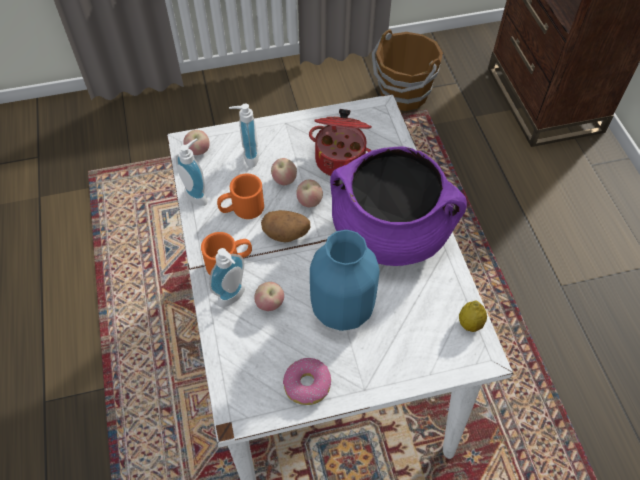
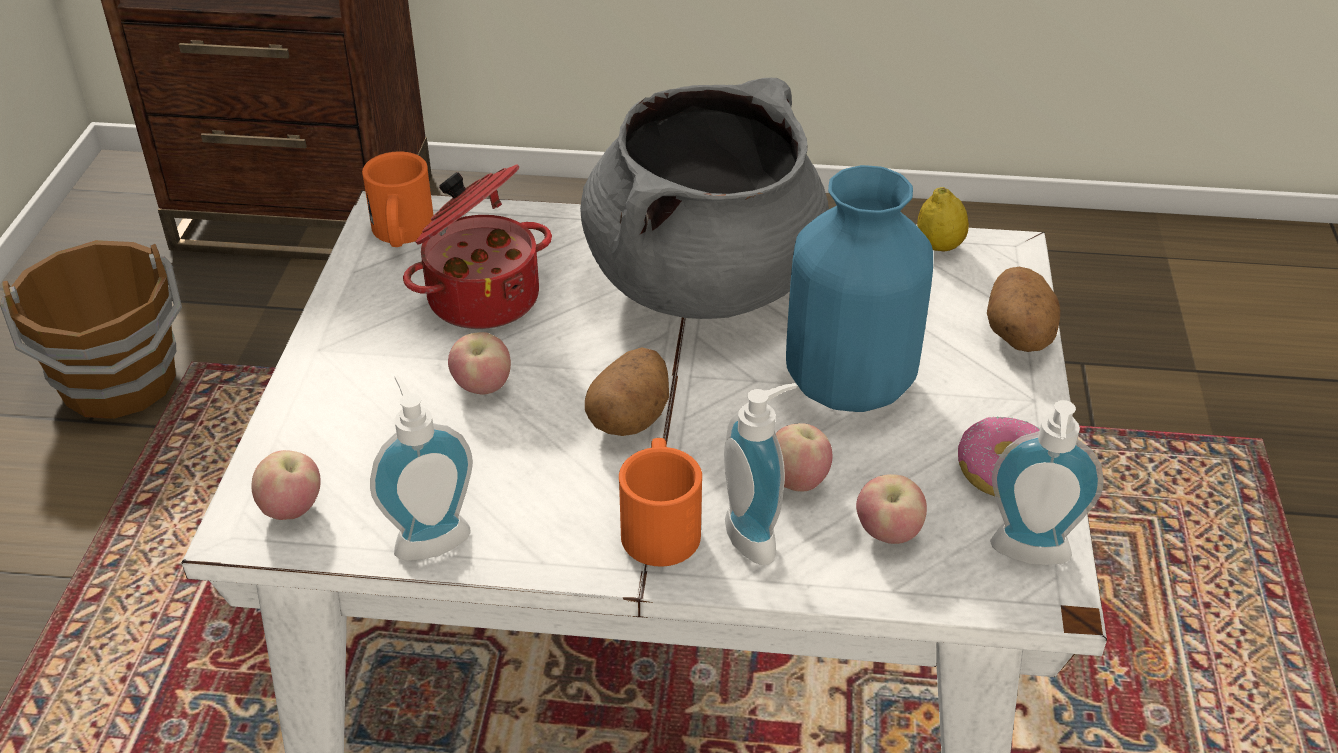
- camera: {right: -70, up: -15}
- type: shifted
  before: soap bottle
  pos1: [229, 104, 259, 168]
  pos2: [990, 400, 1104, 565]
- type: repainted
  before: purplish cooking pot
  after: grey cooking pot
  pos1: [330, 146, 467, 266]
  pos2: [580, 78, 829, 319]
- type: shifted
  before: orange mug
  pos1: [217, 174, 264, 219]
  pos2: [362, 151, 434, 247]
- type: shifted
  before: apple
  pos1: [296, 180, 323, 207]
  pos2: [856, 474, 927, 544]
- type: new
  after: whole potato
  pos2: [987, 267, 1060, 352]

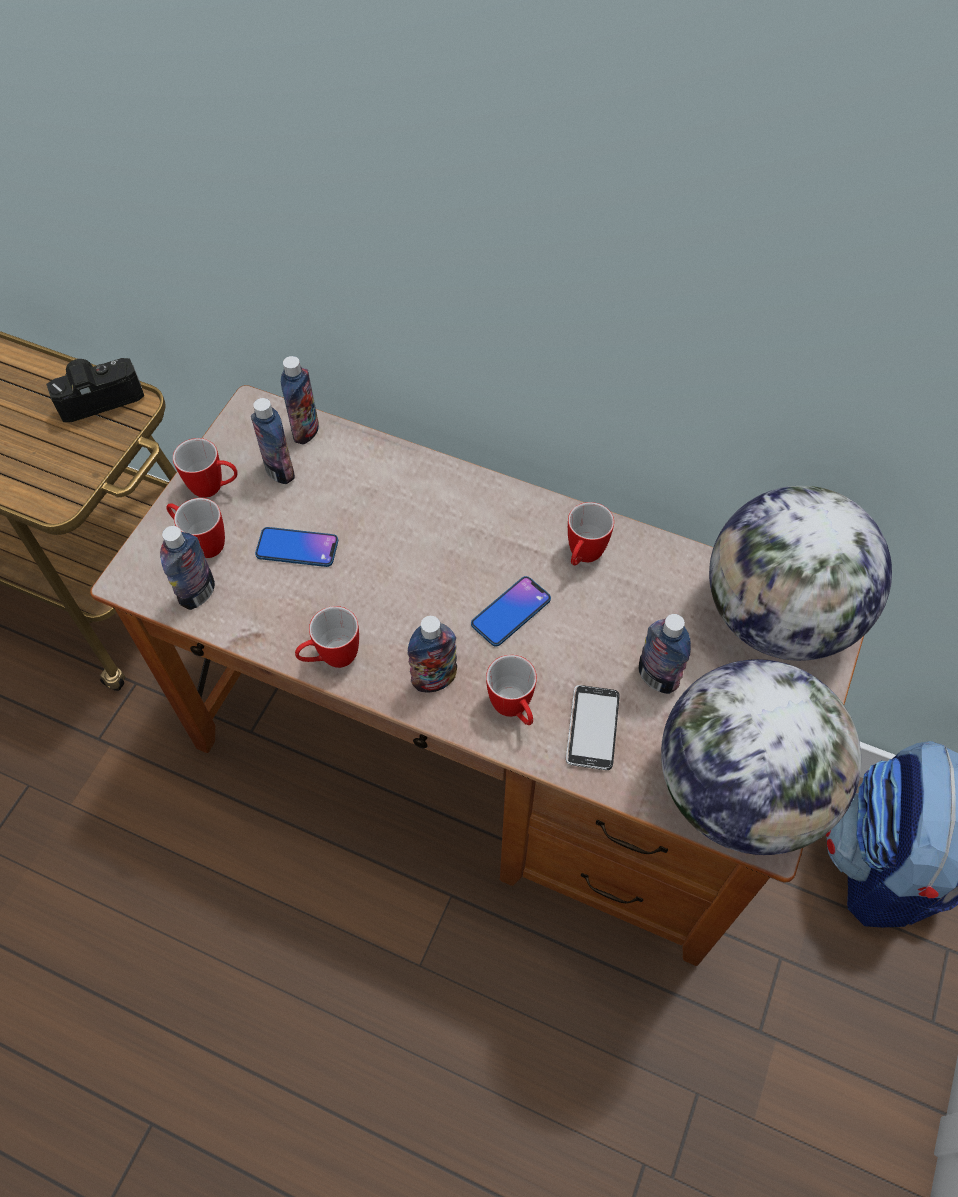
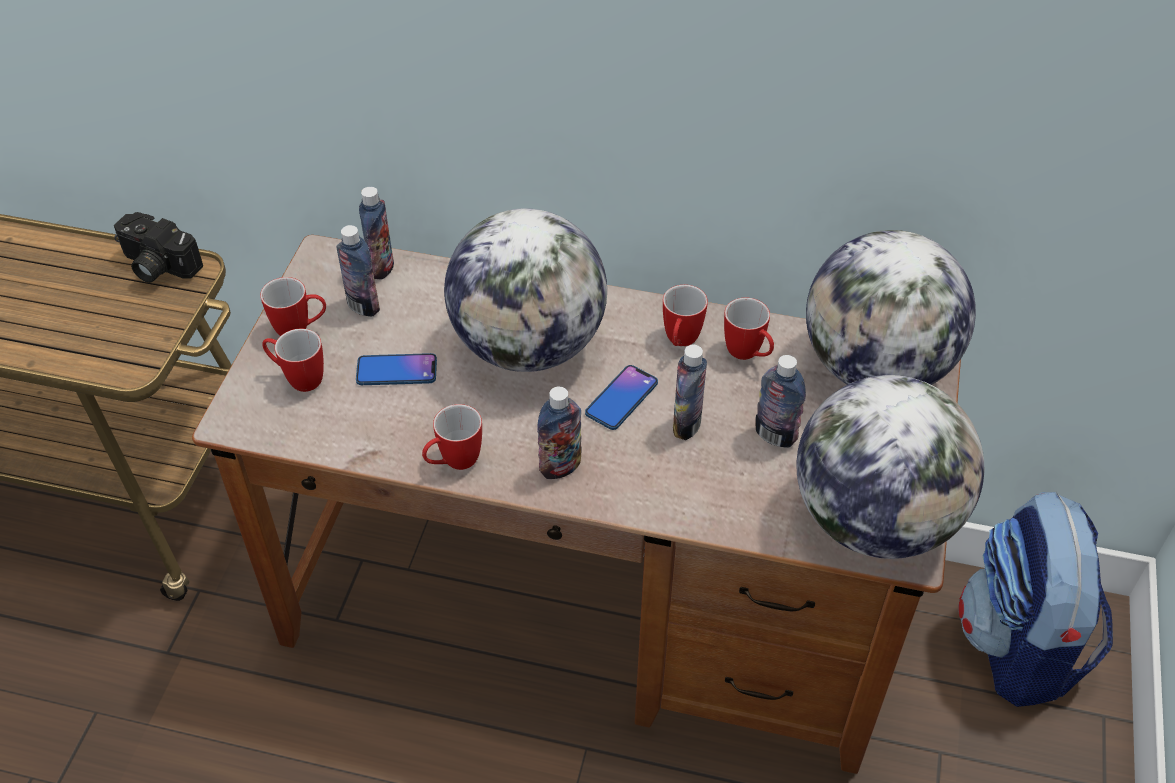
- camera: {right: -10, up: -10}
- type: rotated
  before: photo camera
  pos1: [46, 358, 144, 422]
  pos2: [114, 212, 203, 283]
  turn: -120
- type: shifted
  before: drink bottle
  pos1: [160, 526, 215, 610]
  pos2: [673, 345, 707, 440]
- type: shifted
  before: mug
  pos1: [486, 655, 537, 725]
  pos2: [724, 297, 774, 360]
- type: gone
  before: phone
  pos1: [566, 685, 620, 770]
- type: new
  after: world globe
  pos2: [444, 208, 607, 372]

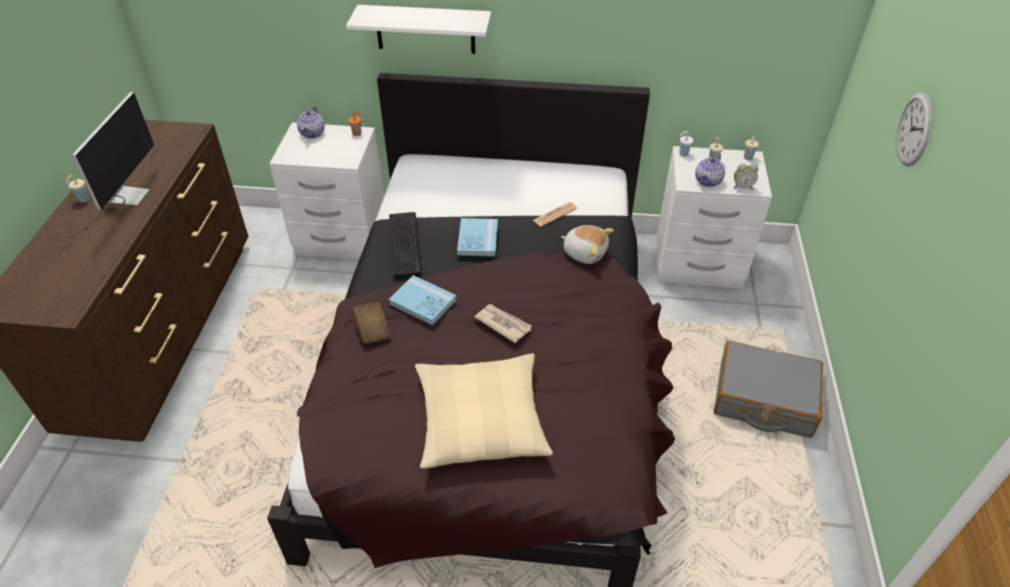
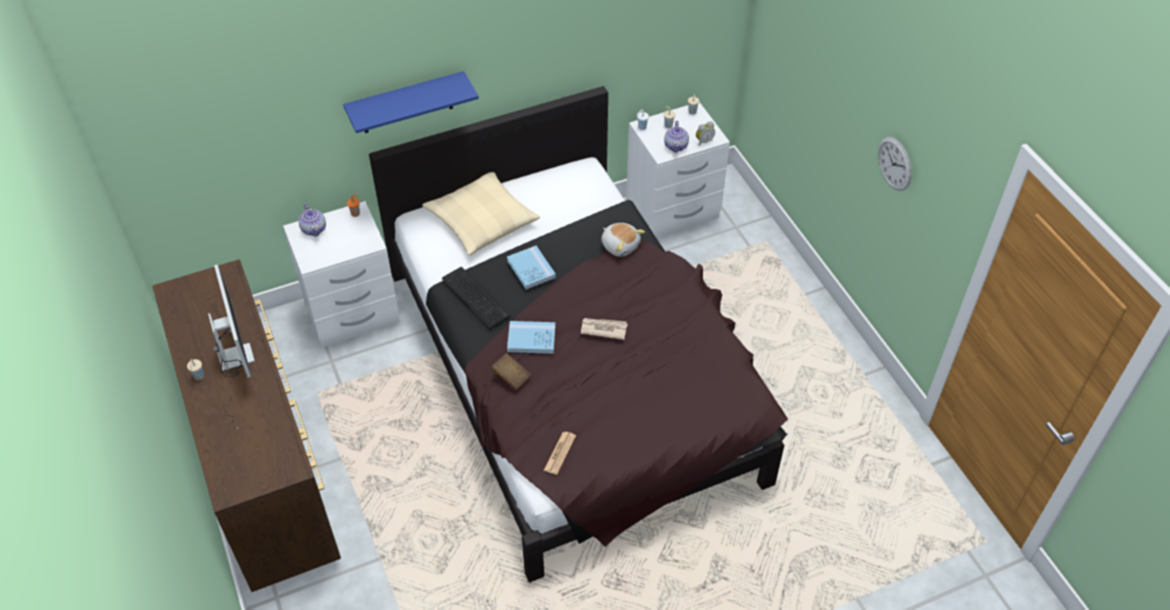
- camera: {right: -30, up: 5}
- type: repainted
  before: whitish wall shelf
  after: blue wall shelf
  pos1: [346, 5, 491, 54]
  pos2: [343, 71, 479, 133]
- type: shifted
  before: hanging clock
  pos1: [897, 92, 932, 166]
  pos2: [878, 137, 912, 191]
- type: shifted
  before: newspaper
  pos1: [532, 202, 577, 227]
  pos2: [544, 432, 576, 475]
- type: rotated
  before: soft toy
  pos1: [561, 225, 614, 264]
  pos2: [601, 223, 645, 257]
  turn: 45
- type: gone
  before: grey suitcase
  pos1: [714, 341, 823, 438]
- type: shifted
  before: beige pillow
  pos1: [415, 353, 553, 469]
  pos2: [422, 172, 540, 255]

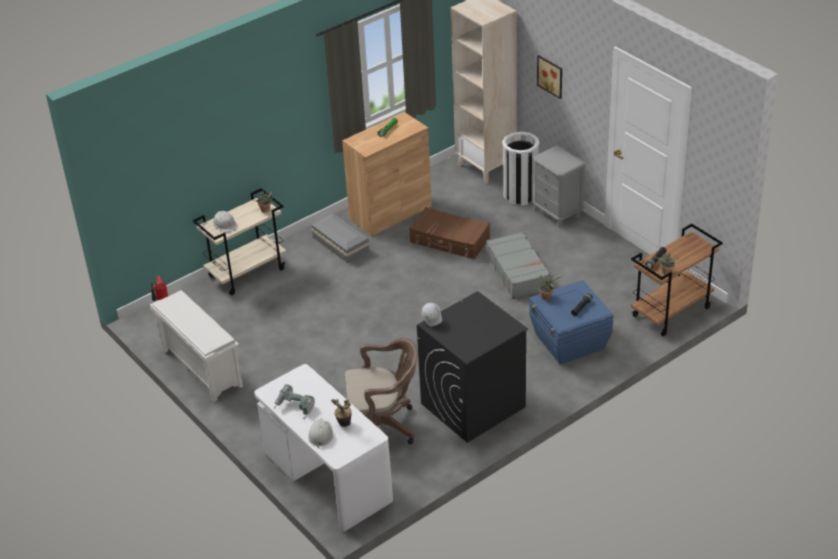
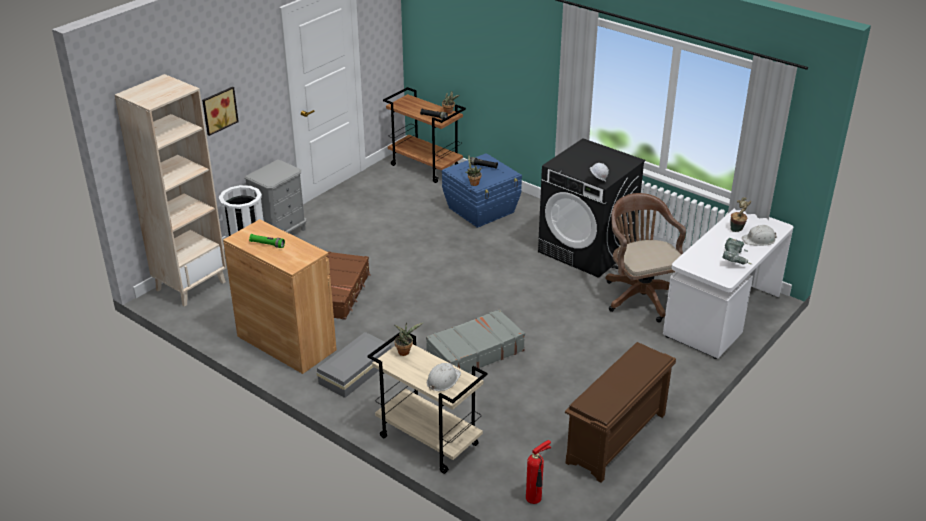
- camera: {right: -105, up: -5}
- type: shifted
  before: grey suitcase
  pos1: [486, 232, 550, 298]
  pos2: [426, 309, 525, 373]
- type: repainted
  before: whitish shoe rack
  after: brown-coloured shoe rack
  pos1: [150, 290, 243, 402]
  pos2: [565, 342, 676, 483]

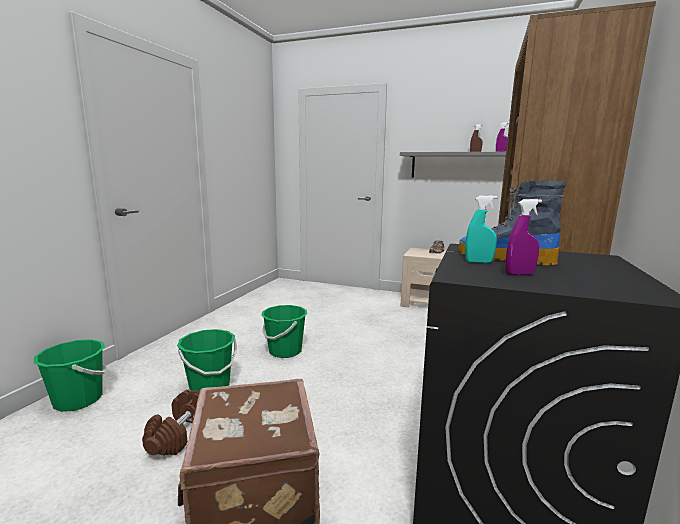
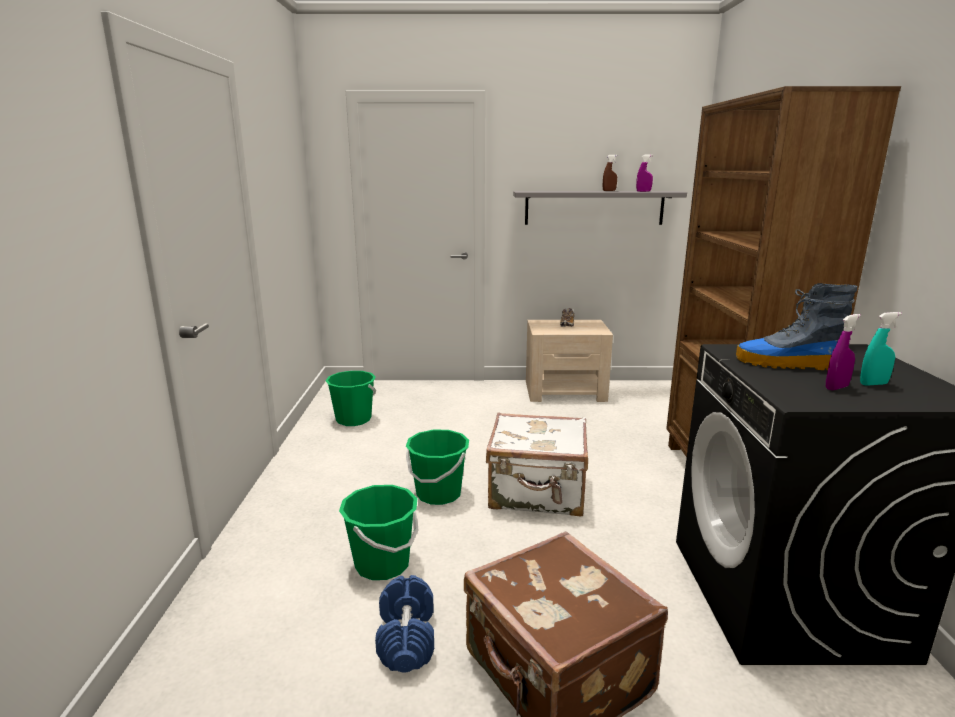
- camera: {right: -20, up: 5}
- type: shifted
  before: blue-green hand sprayer
  pos1: [465, 196, 498, 263]
  pos2: [860, 312, 902, 386]
- type: shifted
  before: green bucket
  pos1: [34, 339, 107, 412]
  pos2: [325, 371, 377, 426]
- type: repainted
  before: brown-coloured hand weight
  after: blue hand weight
  pos1: [142, 390, 200, 456]
  pos2: [375, 575, 434, 673]
- type: new
  after: whitish suitcase
  pos2: [486, 413, 588, 516]

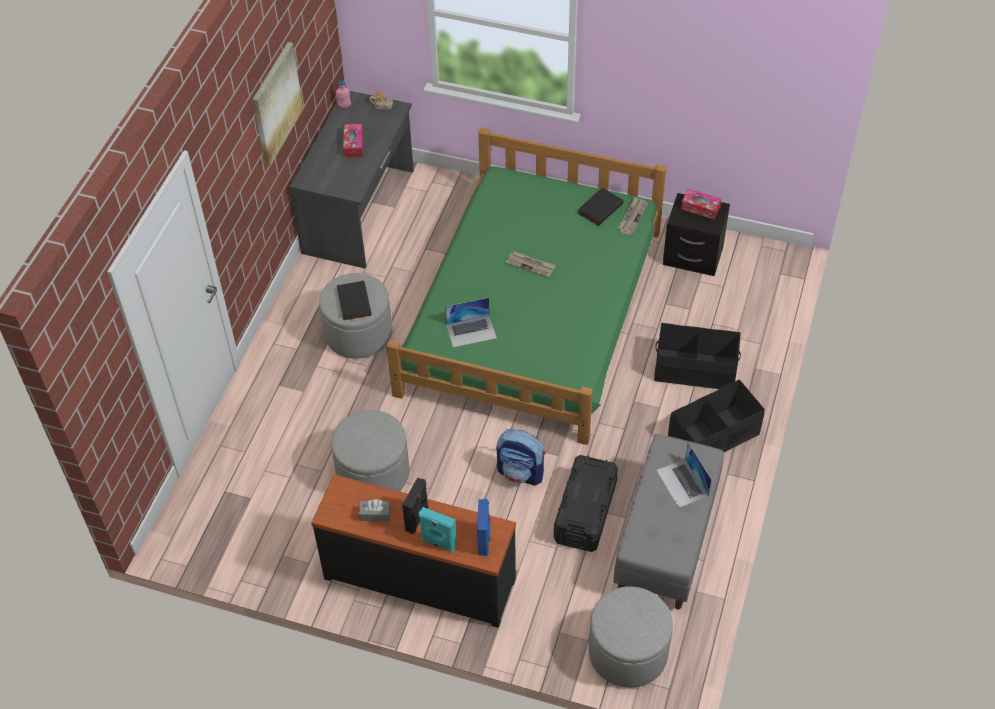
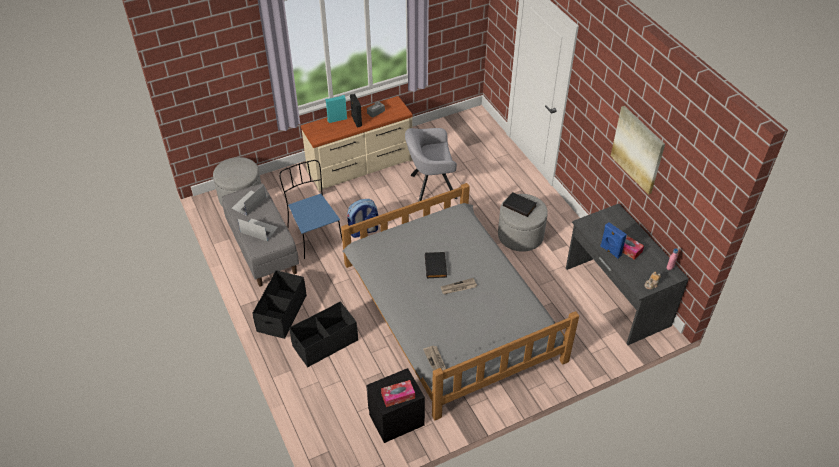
- camera: {right: 135, up: -5}
- type: repainted
  before: green bed
  after: grey bed
  pos1: [387, 128, 666, 445]
  pos2: [341, 183, 579, 420]
- type: shifted
  before: black-coloured volume
  pos1: [578, 188, 623, 226]
  pos2: [425, 252, 447, 279]
- type: shifted
  before: portable computer
  pos1: [445, 298, 497, 348]
  pos2: [232, 184, 266, 216]
- type: swapped
  before: grey pouffe
  after: grey easy chair
  pos1: [331, 410, 410, 491]
  pos2: [405, 128, 458, 202]
- type: swapped
  before: black-coloured storage bin
  after: blue upright chair
  pos1: [554, 455, 618, 552]
  pos2: [279, 160, 342, 259]
- type: repainted
  before: black-coloured drawer chest
  after: beige drawer chest
  pos1: [311, 474, 516, 628]
  pos2: [301, 96, 413, 191]
- type: shifted
  before: blue speaker
  pos1: [477, 499, 490, 556]
  pos2: [600, 222, 627, 258]

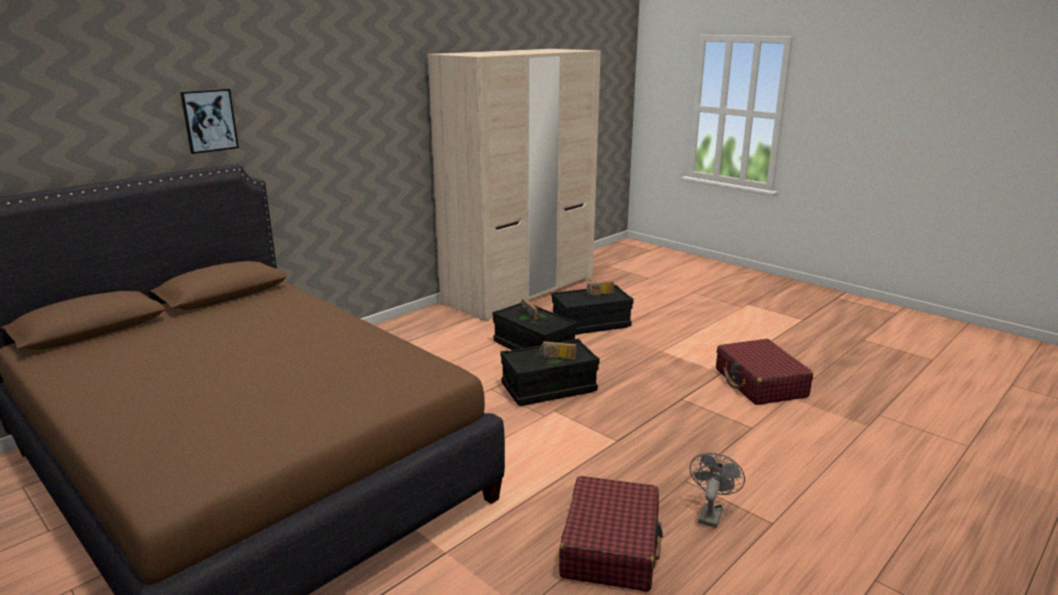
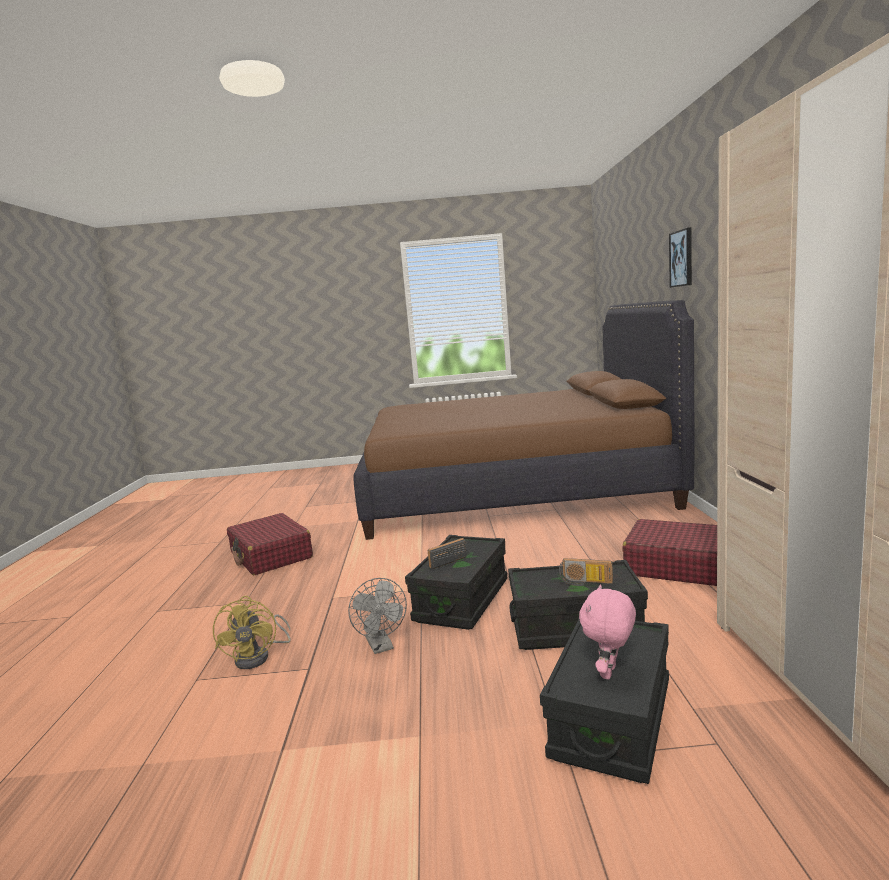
- camera: {right: 135, up: -10}
- type: swapped
  before: radio
  after: pink-coloured soft toy
  pos1: [586, 281, 614, 297]
  pos2: [579, 584, 636, 679]
- type: shifted
  before: reddish suitcase
  pos1: [716, 339, 813, 405]
  pos2: [623, 519, 717, 586]
- type: shifted
  before: grey fan
  pos1: [690, 453, 745, 528]
  pos2: [348, 578, 407, 654]
- type: new
  after: yellowish fan
  pos2: [213, 596, 291, 669]

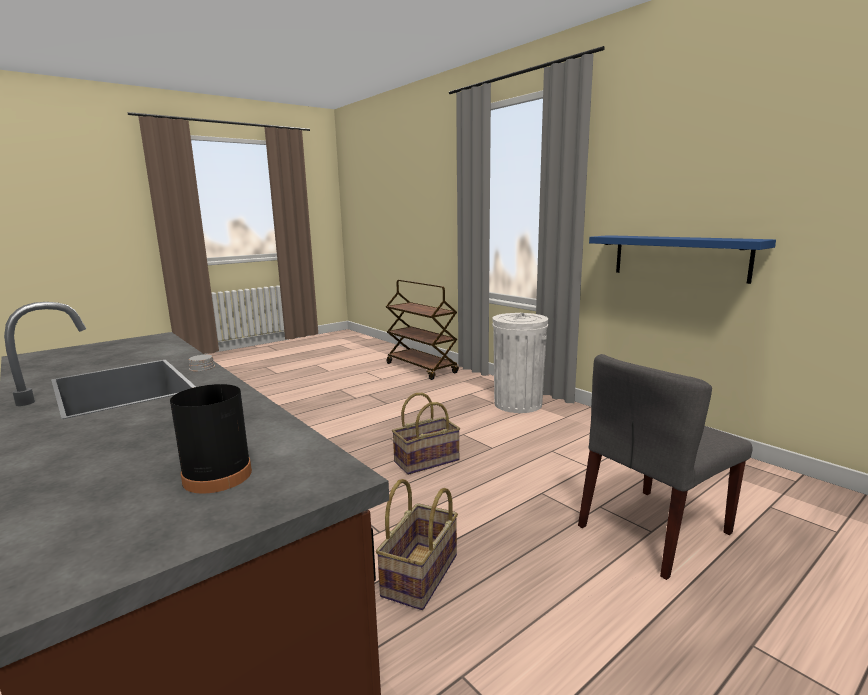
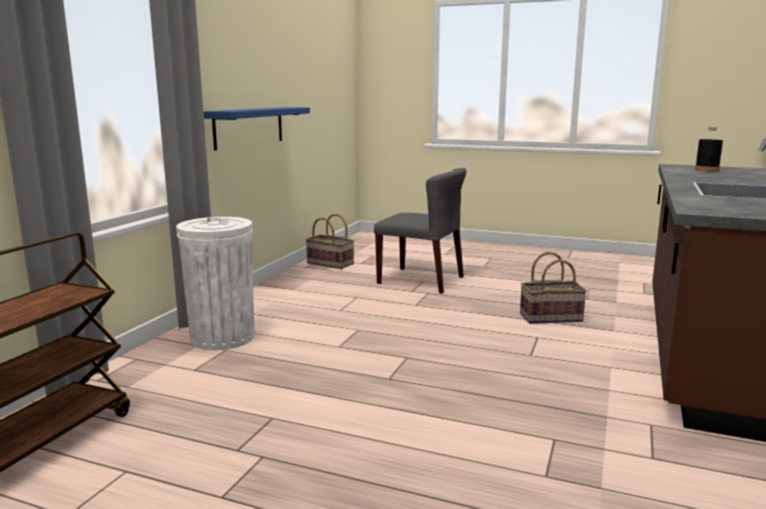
- camera: {right: -120, up: 0}
- type: shifted
  before: household basket
  pos1: [392, 393, 460, 475]
  pos2: [306, 214, 354, 269]

